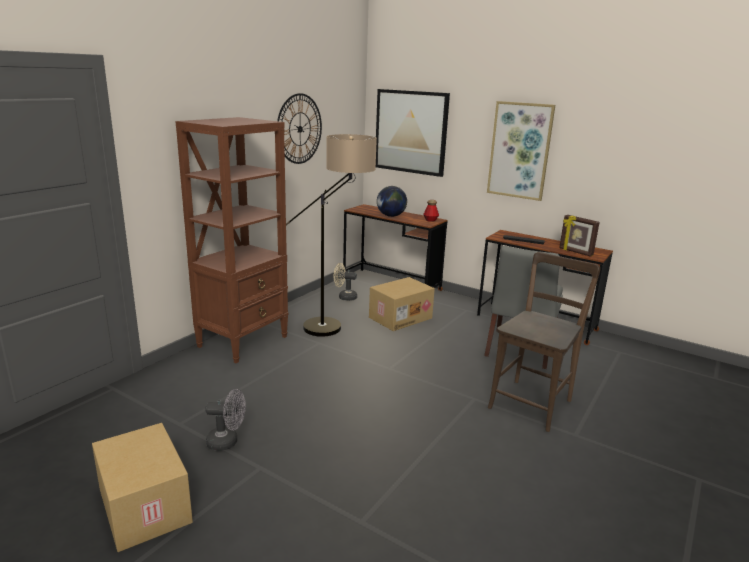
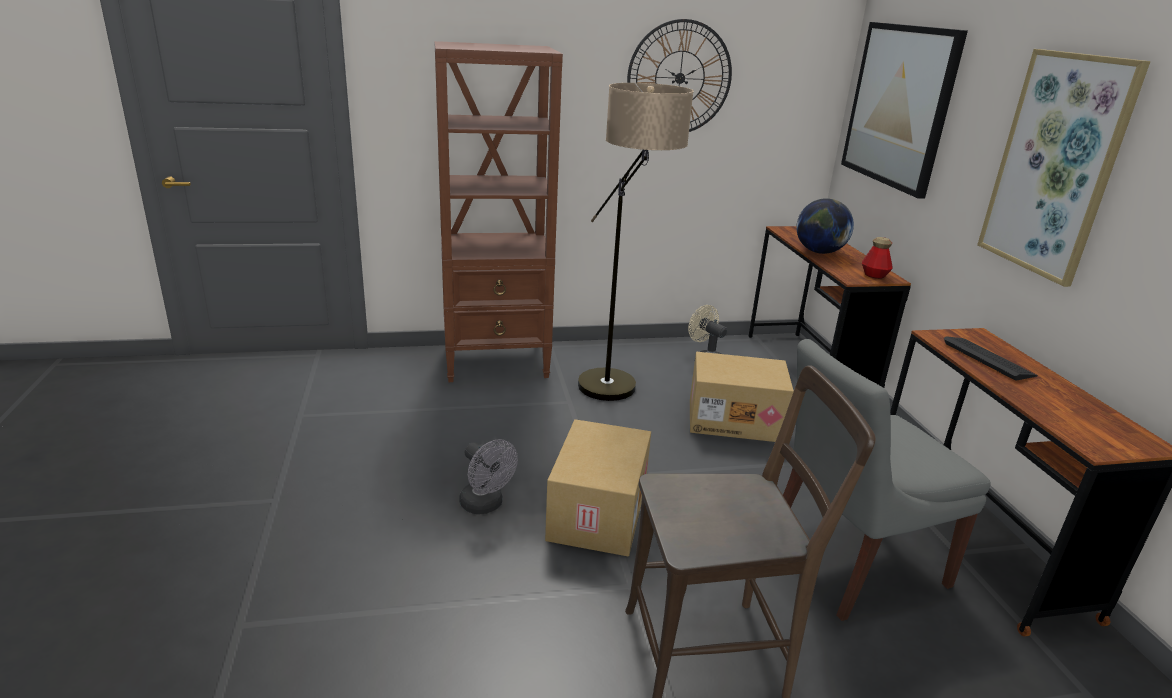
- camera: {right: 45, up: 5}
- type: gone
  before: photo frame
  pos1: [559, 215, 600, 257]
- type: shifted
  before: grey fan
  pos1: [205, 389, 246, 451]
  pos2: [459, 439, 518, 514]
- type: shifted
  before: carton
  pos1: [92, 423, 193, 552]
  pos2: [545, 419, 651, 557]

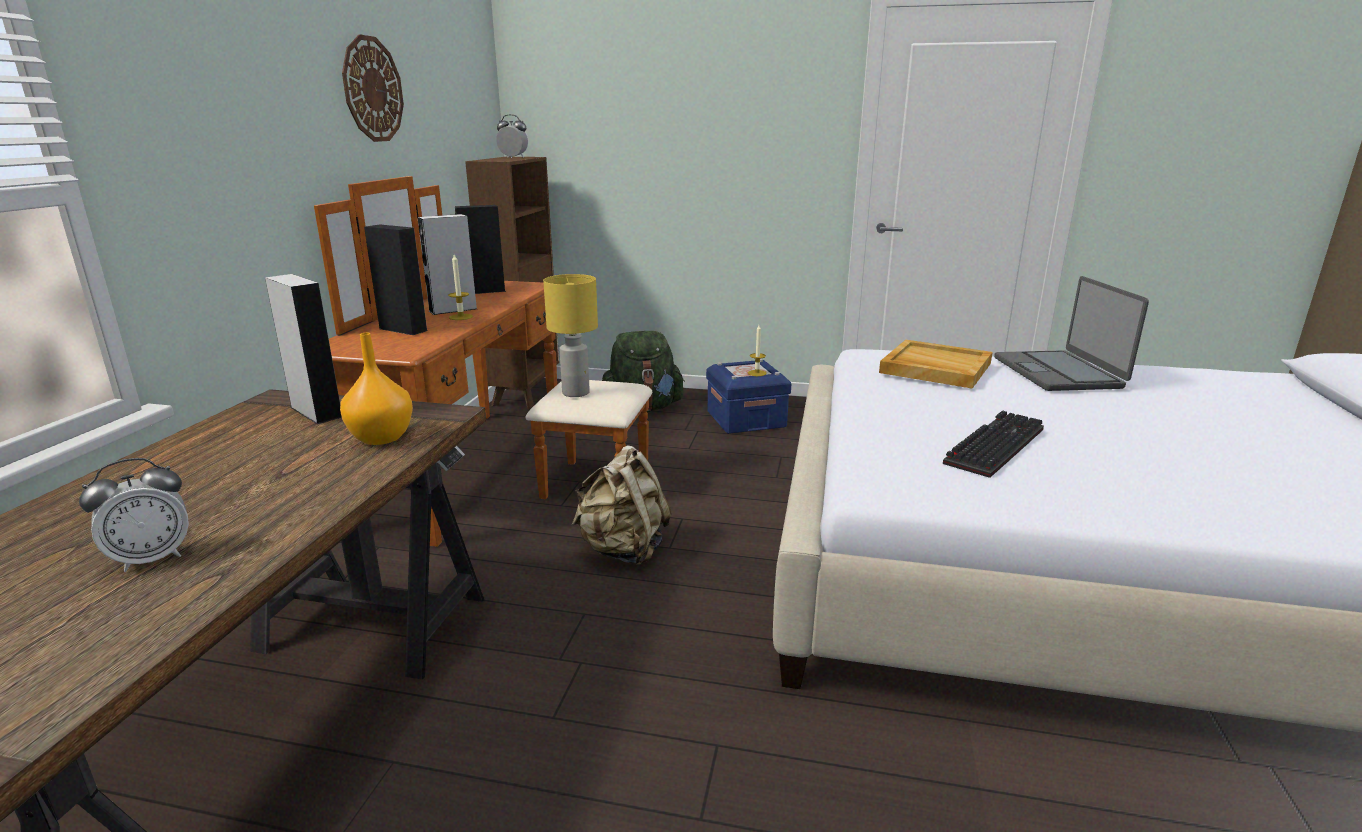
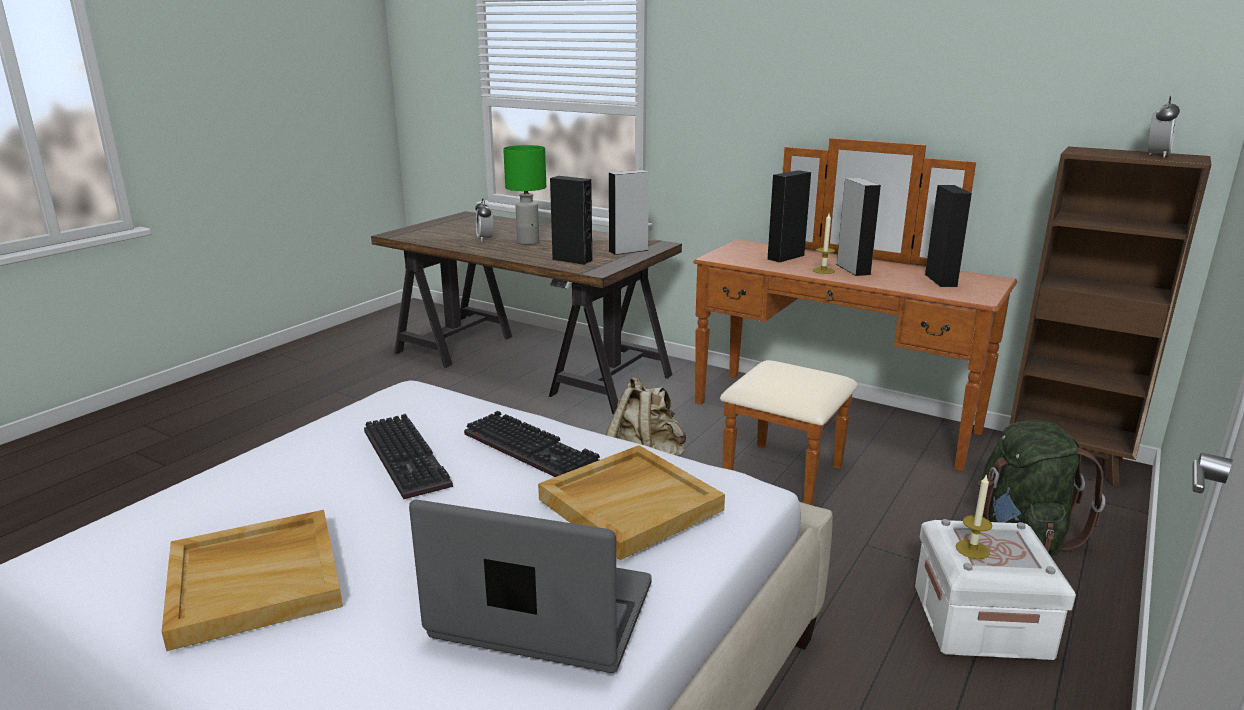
- camera: {right: 110, up: 0}
- type: gone
  before: hanging clock
  pos1: [342, 34, 404, 142]
- type: gone
  before: yellowish lamp for a table
  pos1: [543, 274, 598, 397]
- type: swapped
  before: orange flower vase
  after: black-coloured speaker
  pos1: [340, 333, 413, 445]
  pos2: [550, 176, 593, 265]
- type: repainted
  before: blue storage bin
  after: whitish storage bin
  pos1: [706, 359, 791, 434]
  pos2: [915, 519, 1076, 660]
- type: new
  after: green lamp for a table
  pos2: [503, 145, 546, 245]
- type: new
  after: keyboard
  pos2: [464, 411, 600, 477]
- type: new
  after: beige carrying tray
  pos2: [162, 510, 343, 651]

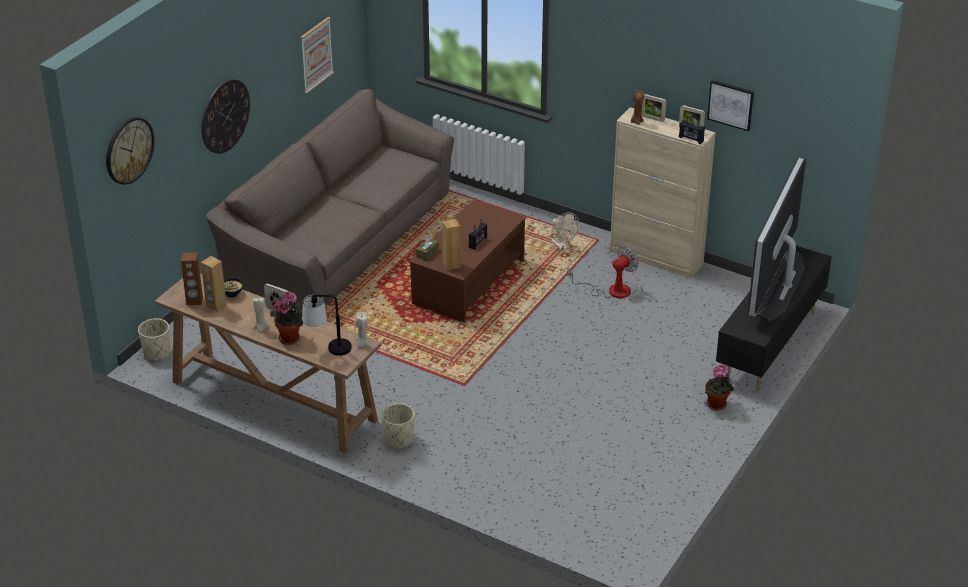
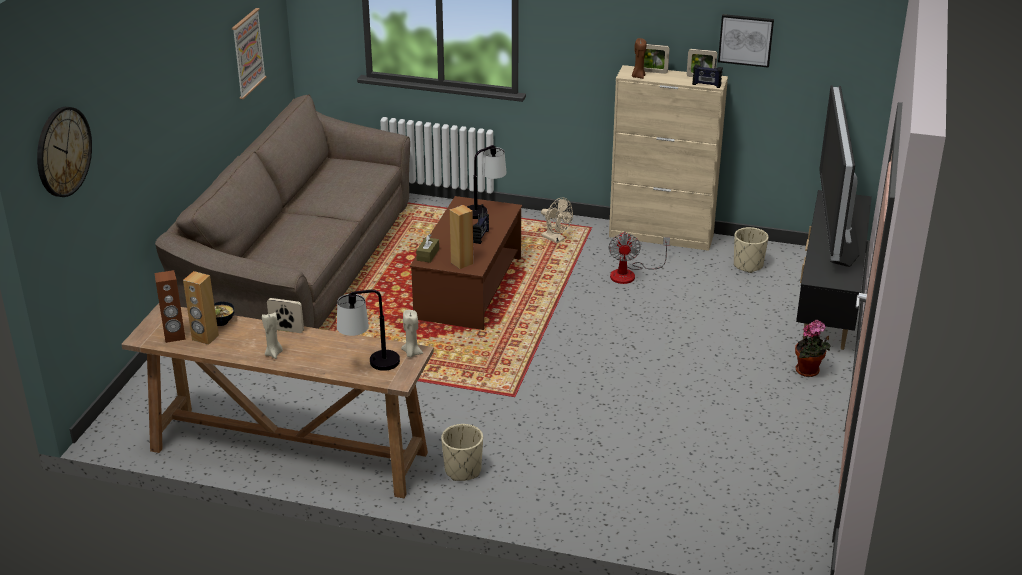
- camera: {right: -15, up: -5}
- type: gone
  before: hanging clock
  pos1: [201, 79, 250, 154]
- type: rotated
  before: fan
  pos1: [567, 247, 639, 298]
  pos2: [608, 231, 670, 284]
  turn: 150
- type: gone
  before: houseplant
  pos1: [270, 291, 303, 345]
- type: shifted
  before: beige flower pot
  pos1: [138, 318, 171, 361]
  pos2: [734, 227, 768, 273]
- type: new
  after: lamp for a table
  pos2: [467, 145, 507, 219]

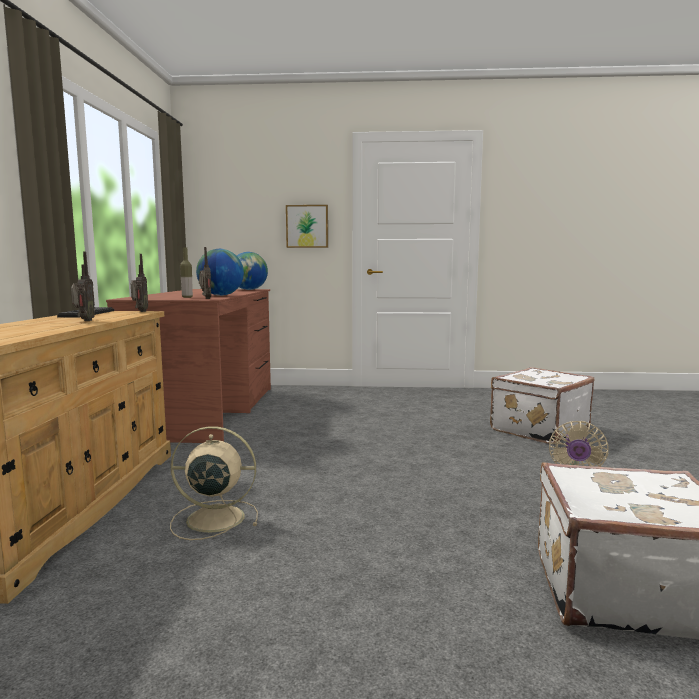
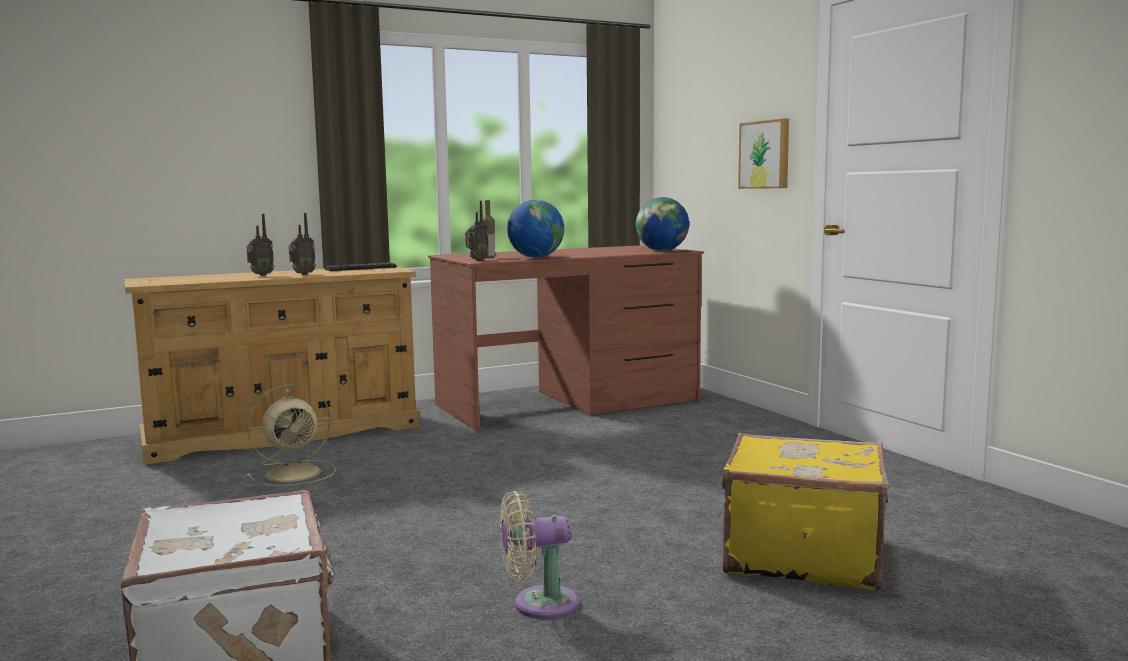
- camera: {right: 60, up: 0}
- type: shifted
  before: radio
  pos1: [131, 254, 148, 312]
  pos2: [247, 214, 274, 276]
- type: repainted
  before: whitish suitcase
  after: yellowish suitcase
  pos1: [490, 367, 595, 444]
  pos2: [722, 433, 889, 590]
- type: rotated
  before: beige fan
  pos1: [170, 426, 258, 540]
  pos2: [247, 383, 336, 486]
  turn: 90

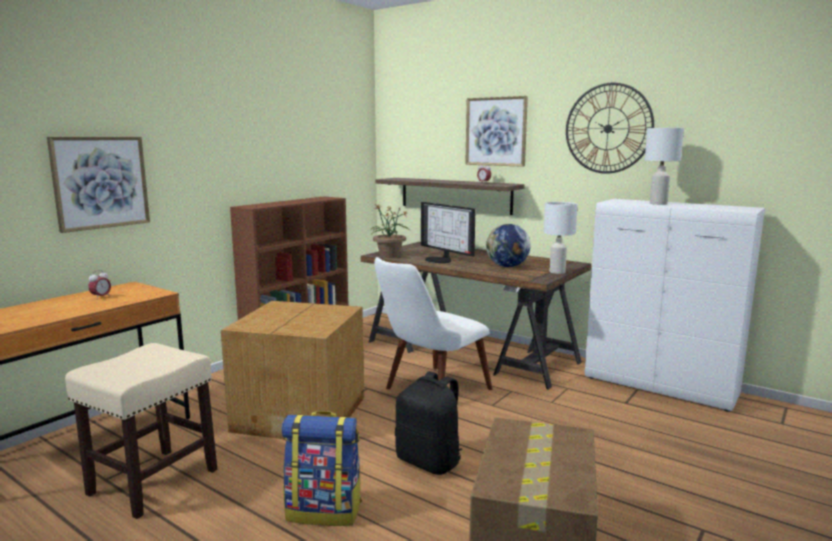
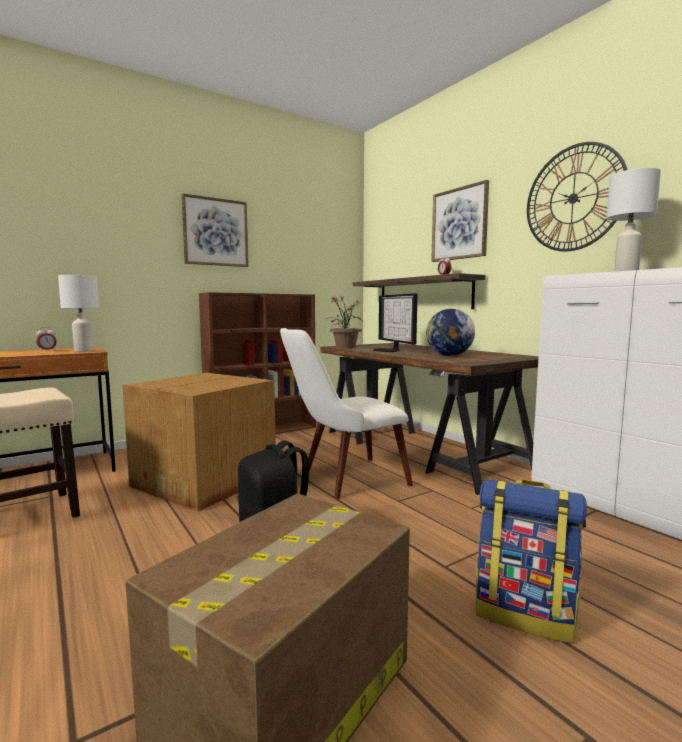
- camera: {right: 20, up: -5}
- type: shifted
  before: picture
  pos1: [47, 137, 150, 233]
  pos2: [181, 193, 249, 267]
- type: shifted
  before: whitish lamp for a table
  pos1: [544, 202, 578, 274]
  pos2: [58, 275, 99, 352]
- type: shifted
  before: backpack
  pos1: [282, 411, 362, 526]
  pos2: [476, 479, 587, 643]

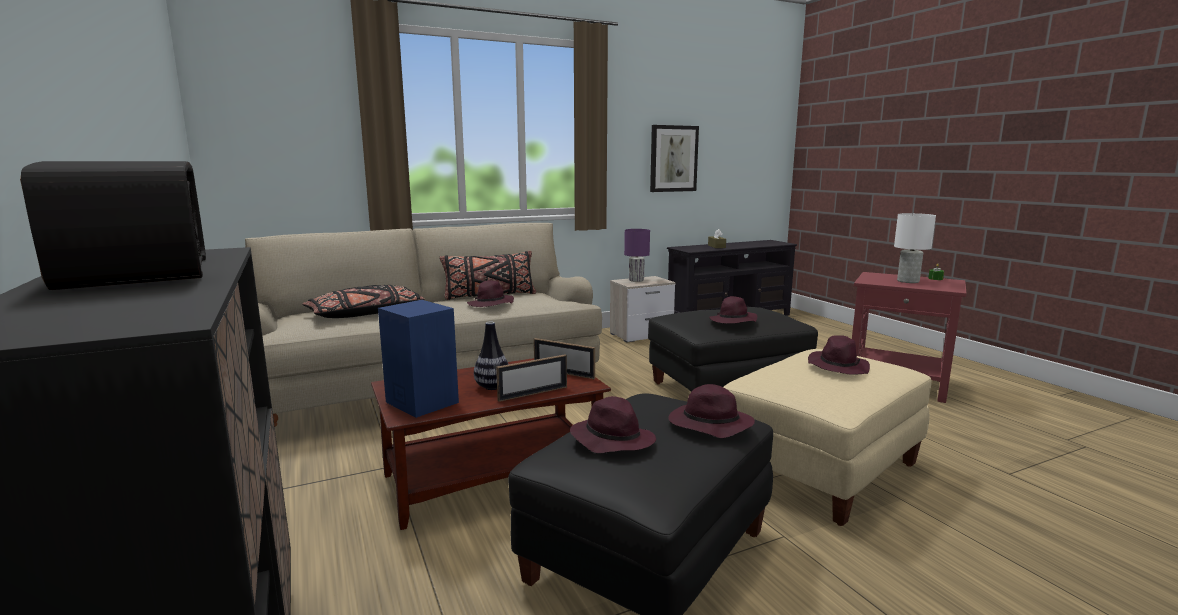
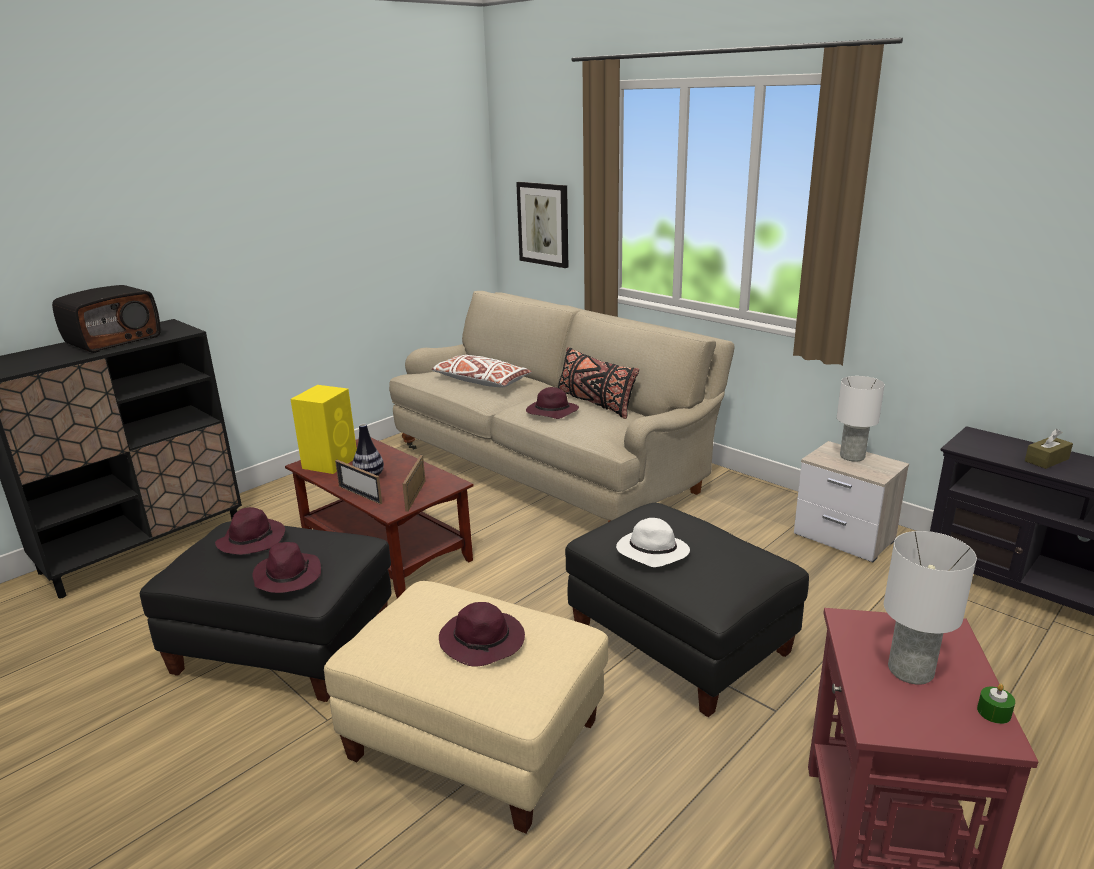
- camera: {right: 70, up: 10}
- type: shifted
  before: picture
  pos1: [650, 125, 699, 192]
  pos2: [516, 182, 568, 268]
- type: repainted
  before: purplish lamp for a table
  after: whitish lamp for a table
  pos1: [624, 229, 650, 282]
  pos2: [837, 376, 885, 462]
- type: repainted
  before: black-coloured pillow
  after: whitish pillow
  pos1: [302, 285, 425, 318]
  pos2: [432, 355, 532, 387]
- type: repainted
  before: purplish clothing hat
  after: whitish clothing hat
  pos1: [709, 296, 757, 324]
  pos2: [616, 518, 690, 567]
- type: repainted
  before: blue speaker
  after: yellowish speaker
  pos1: [378, 300, 459, 418]
  pos2: [290, 385, 357, 474]

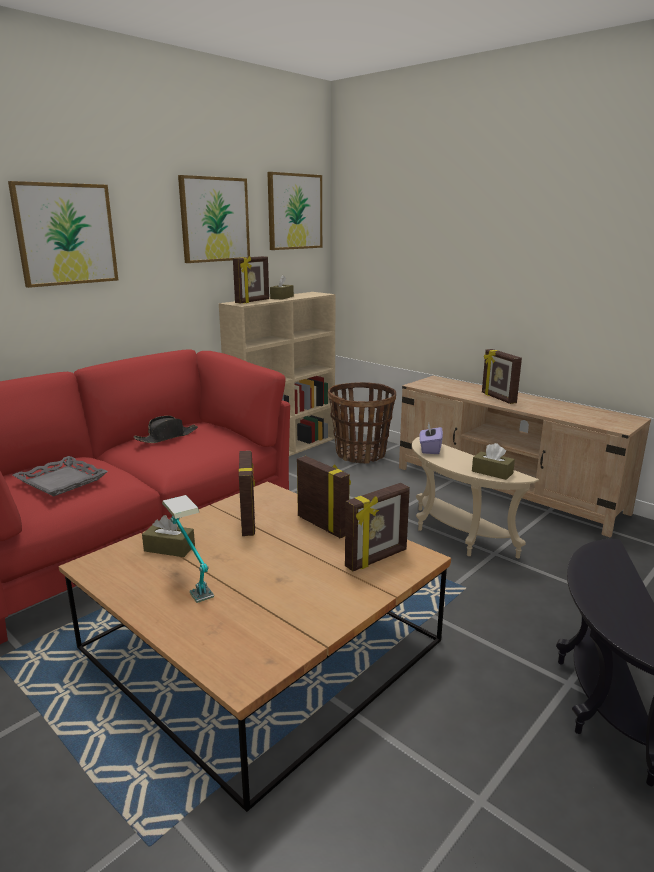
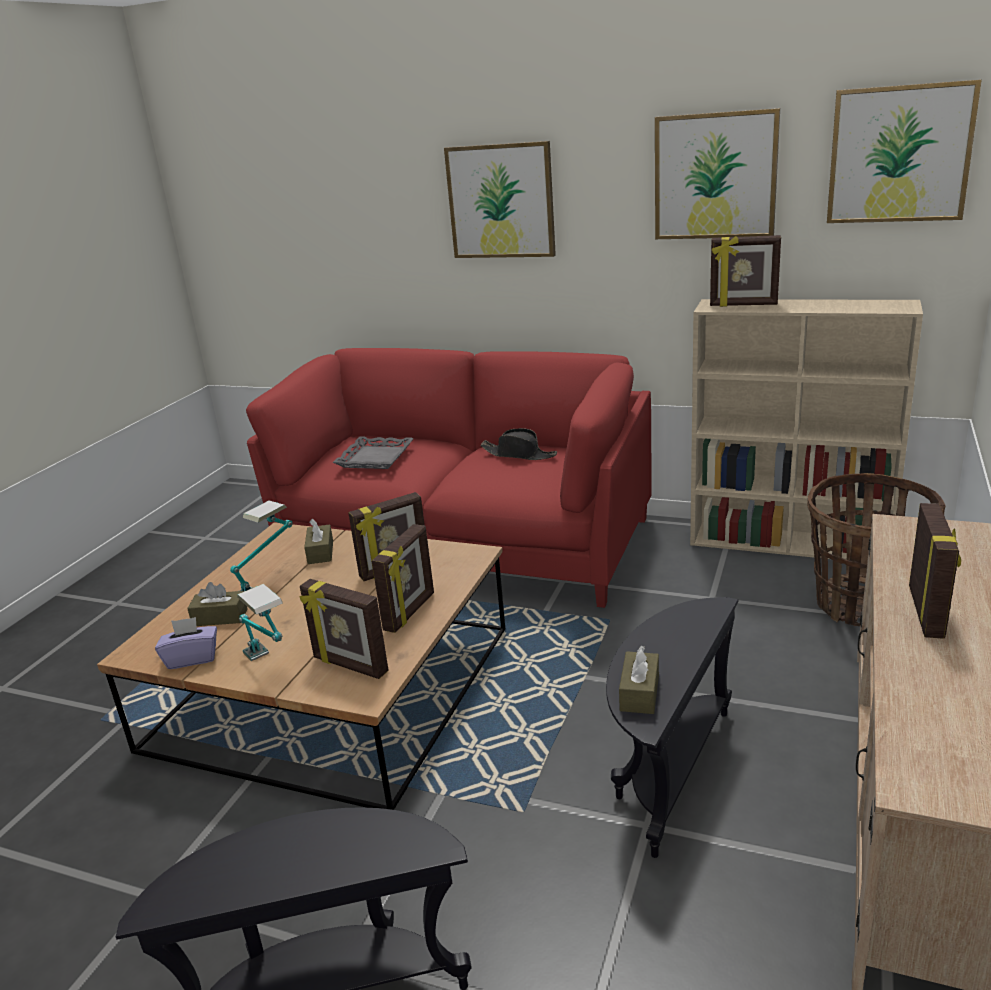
- camera: {right: 70, up: 5}
- type: shifted
  before: brown-coloured tissue holder
  pos1: [270, 275, 294, 300]
  pos2: [187, 582, 248, 626]
- type: rotated
  before: photo frame
  pos1: [482, 349, 522, 404]
  pos2: [909, 503, 961, 639]
  turn: 150
- type: shifted
  before: purplish tissue holder
  pos1: [419, 423, 443, 454]
  pos2: [155, 617, 217, 669]
- type: repainted
  before: beige end table
  after: black-coloured end table
  pos1: [412, 437, 539, 559]
  pos2: [606, 597, 739, 858]
- type: new
  after: lamp for a table
  pos2: [237, 584, 283, 661]

